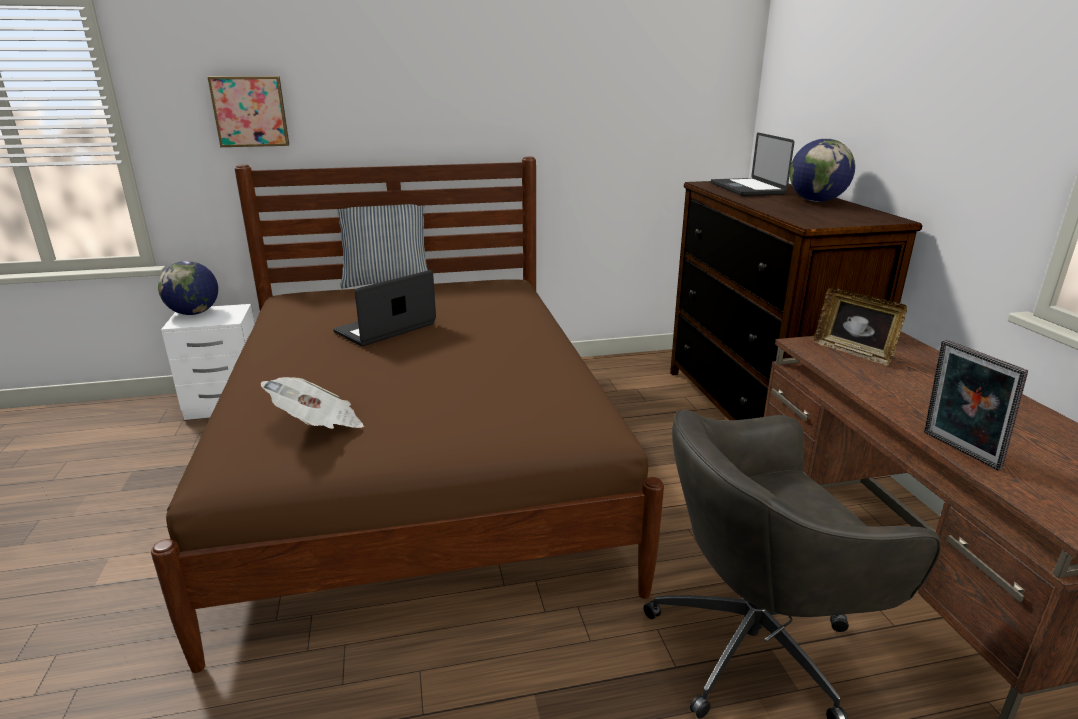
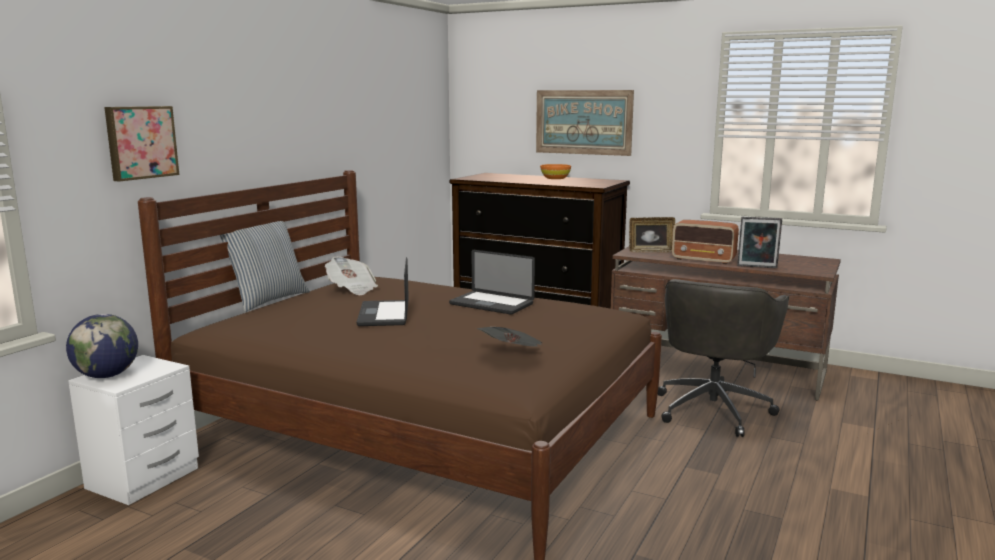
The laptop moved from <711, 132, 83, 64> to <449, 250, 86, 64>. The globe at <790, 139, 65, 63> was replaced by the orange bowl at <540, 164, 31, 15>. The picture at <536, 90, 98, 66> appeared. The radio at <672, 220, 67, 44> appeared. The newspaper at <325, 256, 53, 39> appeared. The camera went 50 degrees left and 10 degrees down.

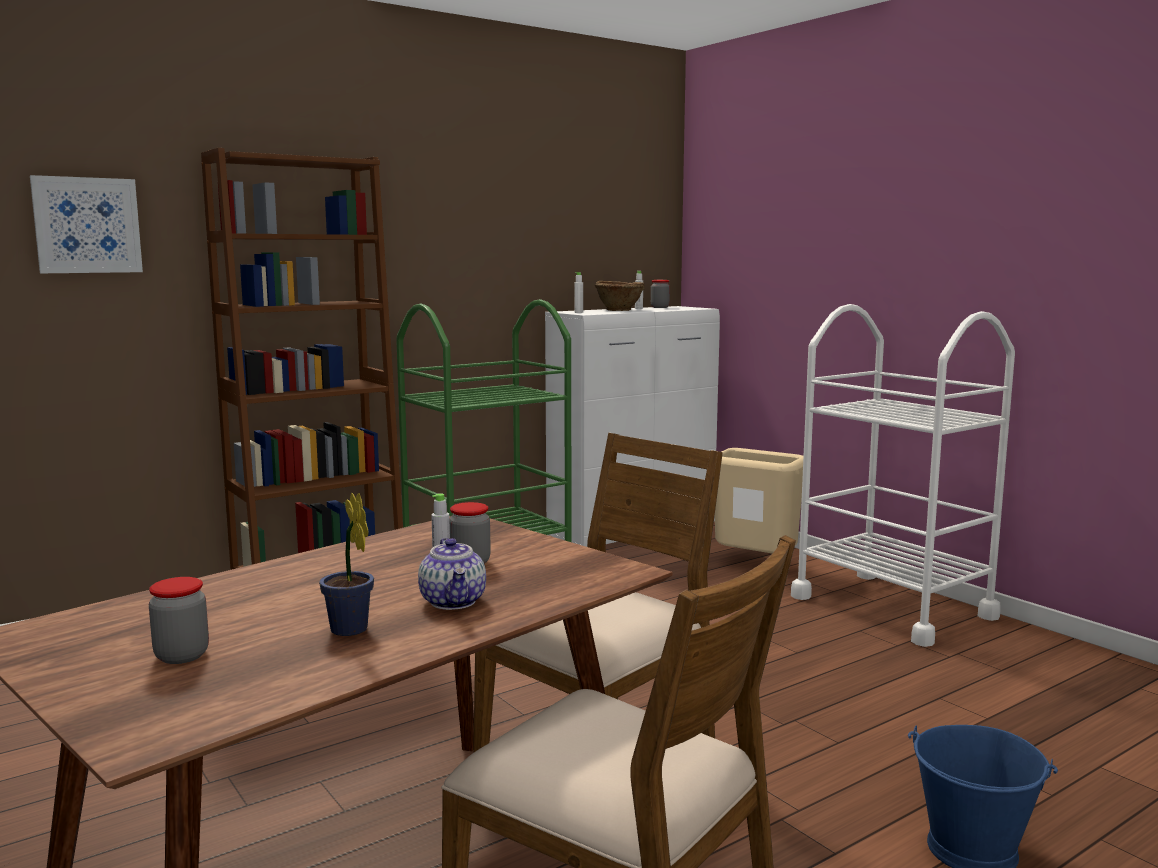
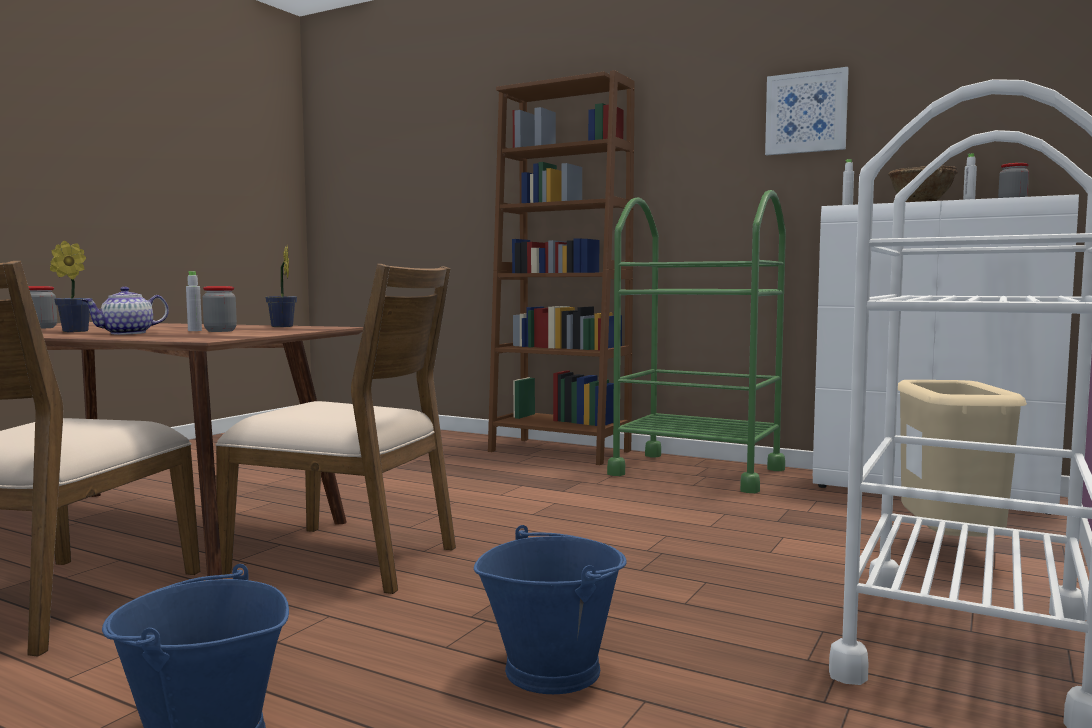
The picture moved from <30, 175, 113, 98> to <765, 67, 84, 88>. The potted plant at <265, 246, 32, 81> appeared. The blue bucket at <474, 525, 153, 169> appeared. The camera went 65 degrees right and 5 degrees down.

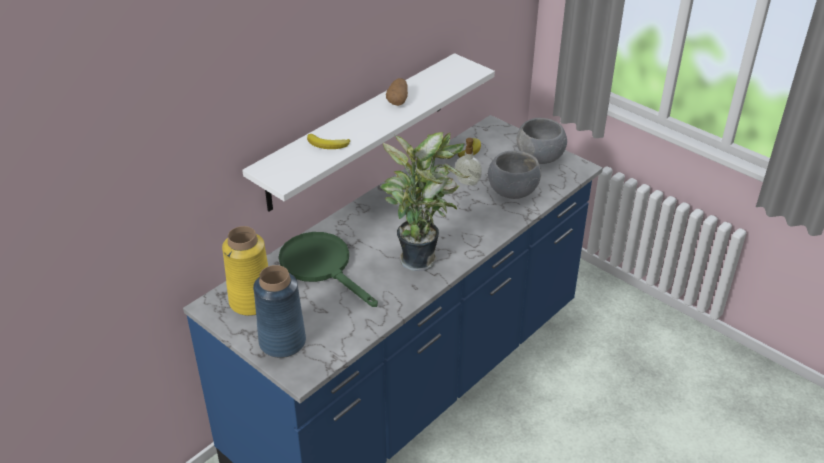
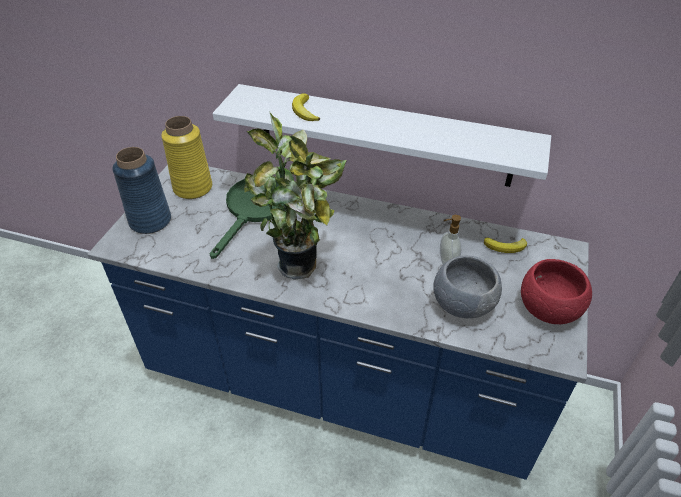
The potato at <386, 78, 22, 28> disappeared. The grey bowl at <516, 118, 51, 46> became the red bowl at <521, 259, 71, 65>. The camera went 65 degrees right and 5 degrees up.

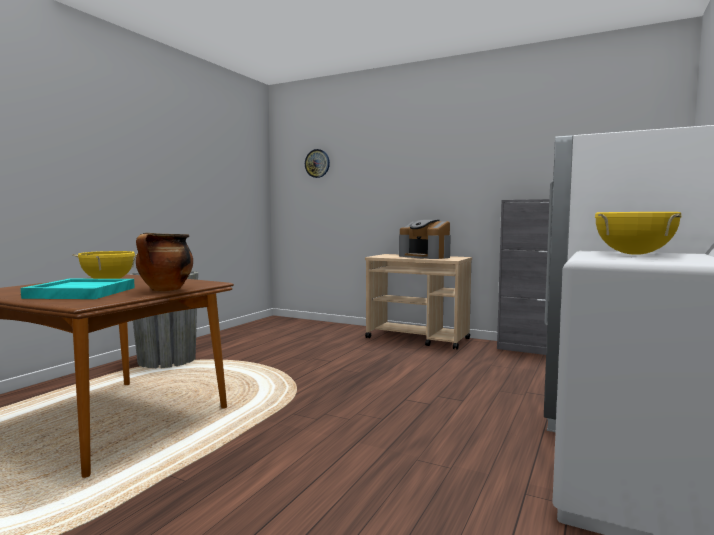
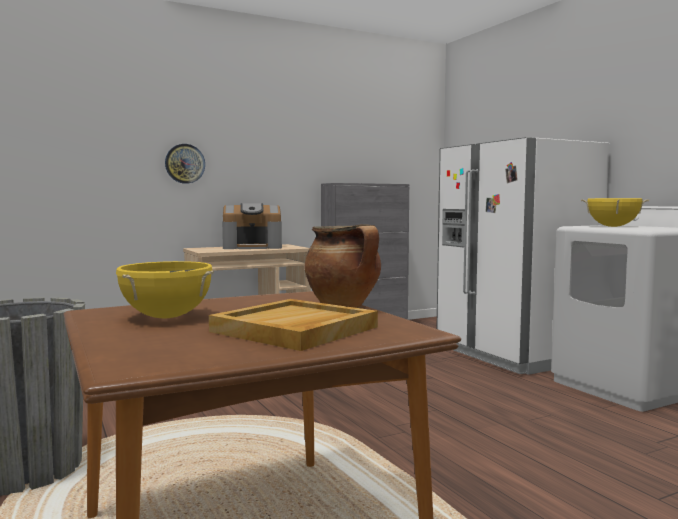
The wall clock moved from <305, 149, 25, 29> to <165, 144, 40, 40>. The turquoise tray at <21, 279, 114, 20> became the beige tray at <209, 299, 169, 52>. The camera went 55 degrees left and 0 degrees up.

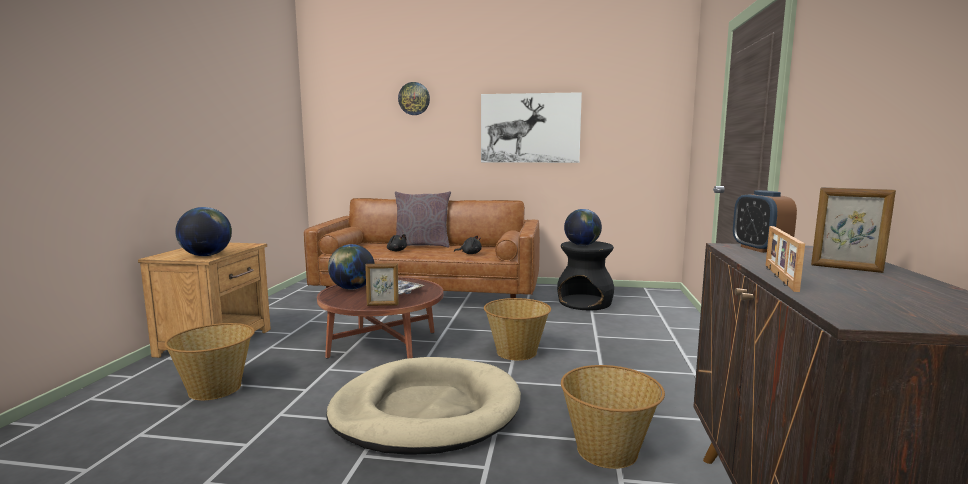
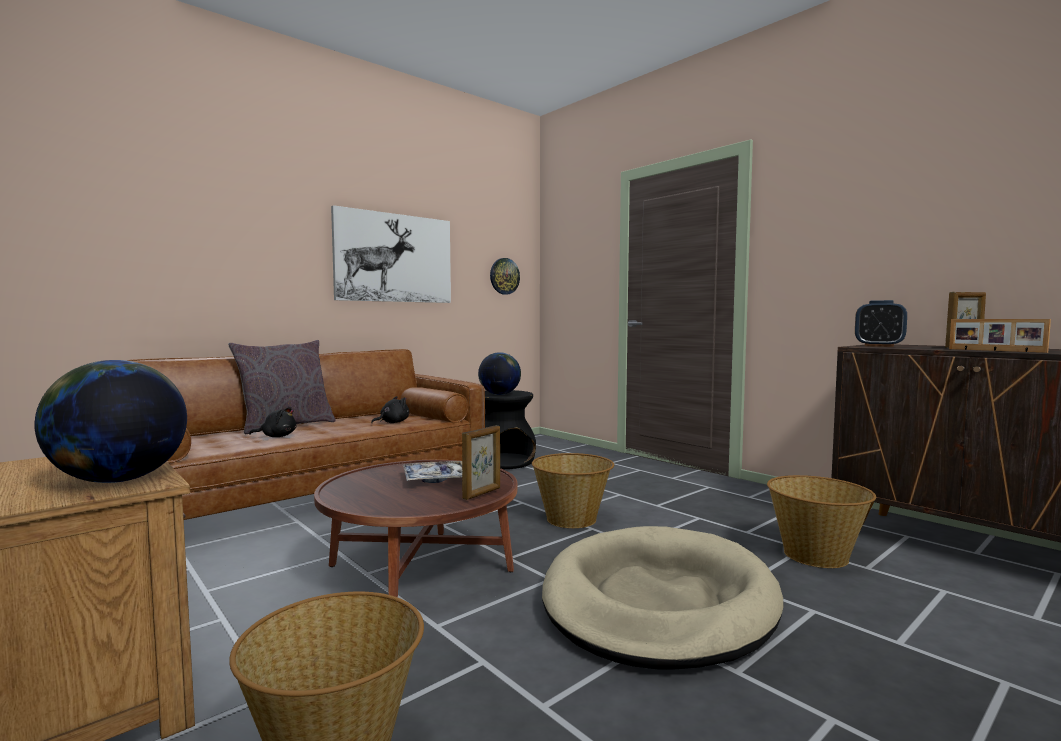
The wall clock moved from <398, 82, 32, 33> to <490, 258, 30, 37>. The globe at <328, 244, 47, 46> disappeared. The camera went 50 degrees left and 5 degrees down.

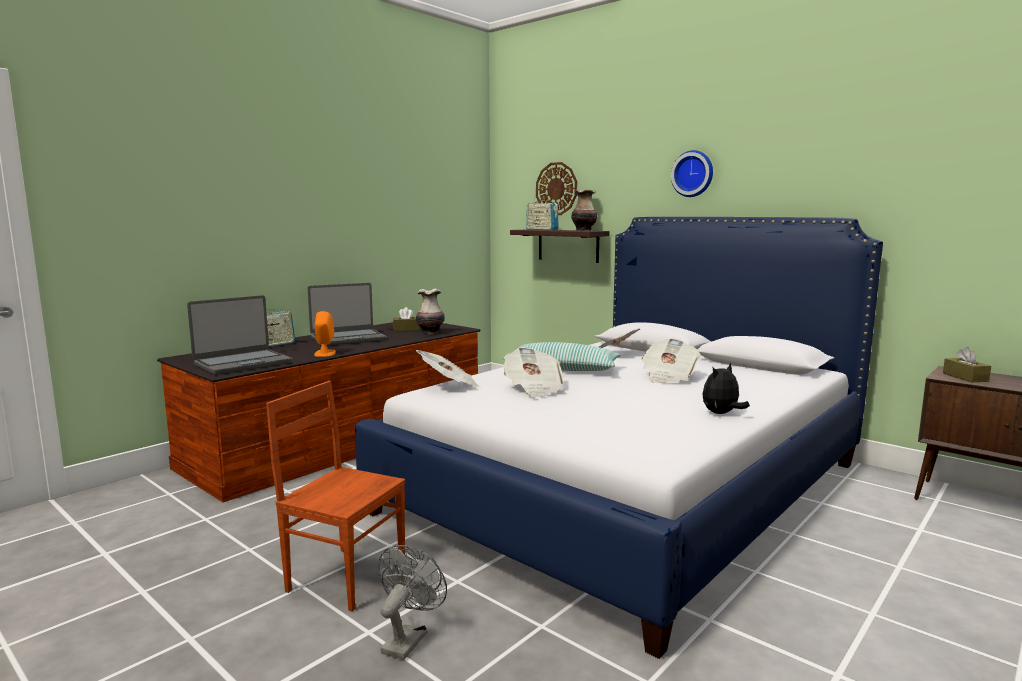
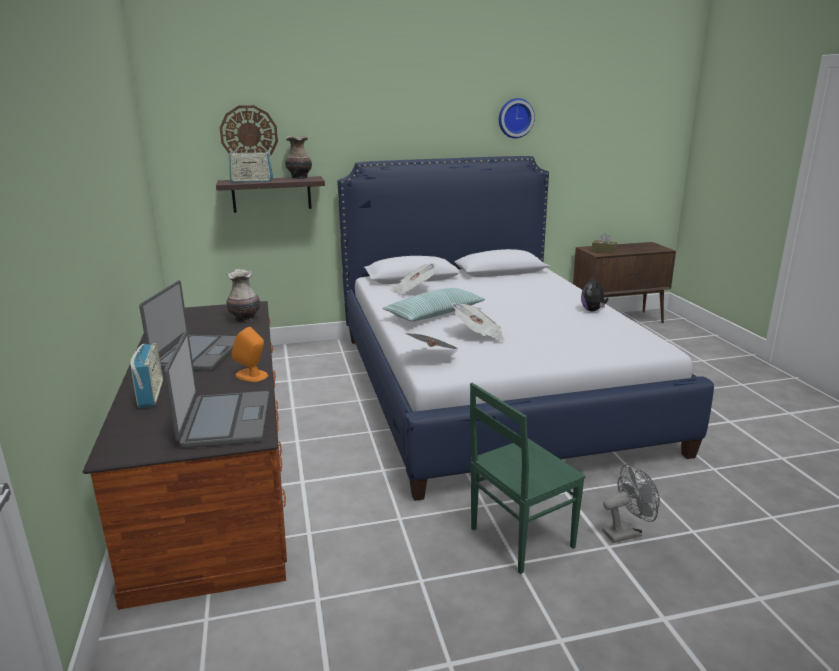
The wall clock moved from <671, 150, 42, 47> to <499, 98, 36, 40>. The brown tissue box at <393, 307, 27, 24> disappeared. The newspaper at <641, 338, 60, 45> disappeared. The brown chair at <266, 381, 140, 231> became the green chair at <470, 383, 116, 191>. The grey fan at <378, 545, 69, 115> turned 105 degrees clockwise. The camera went 55 degrees left and 10 degrees up.

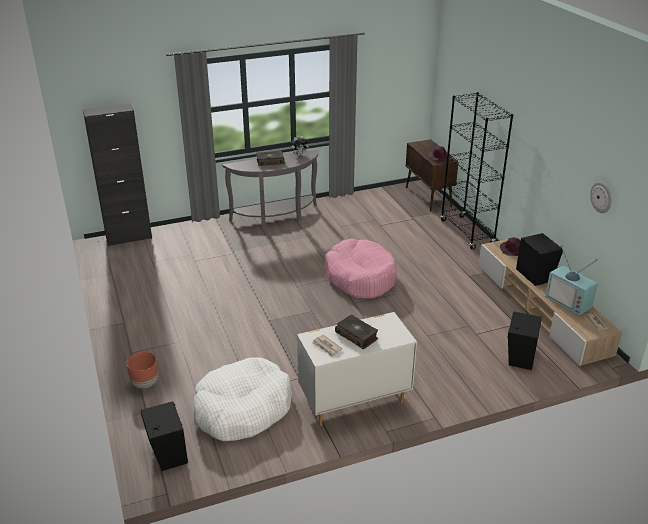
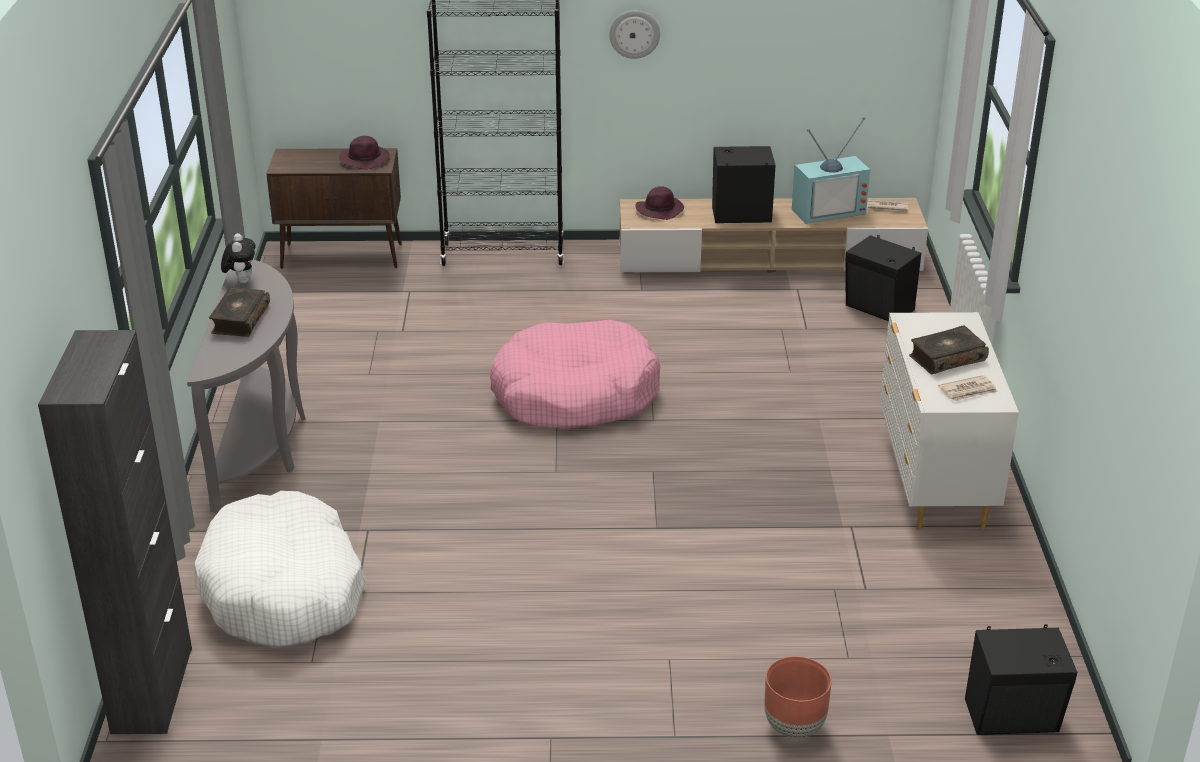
The wall clock moved from <590, 182, 22, 31> to <609, 11, 51, 48>. The white dog bed moved from <194, 357, 98, 84> to <194, 491, 172, 157>. The camera went 70 degrees left and 0 degrees up.

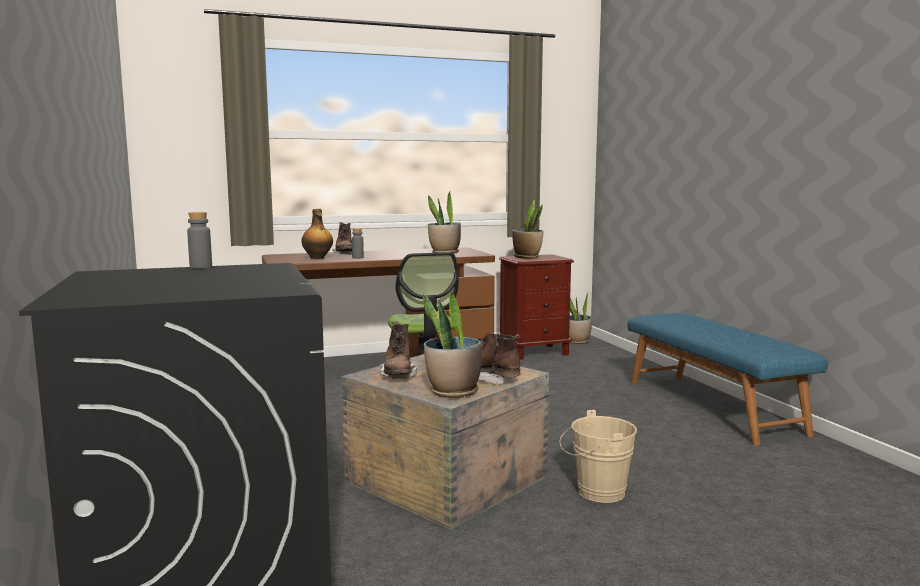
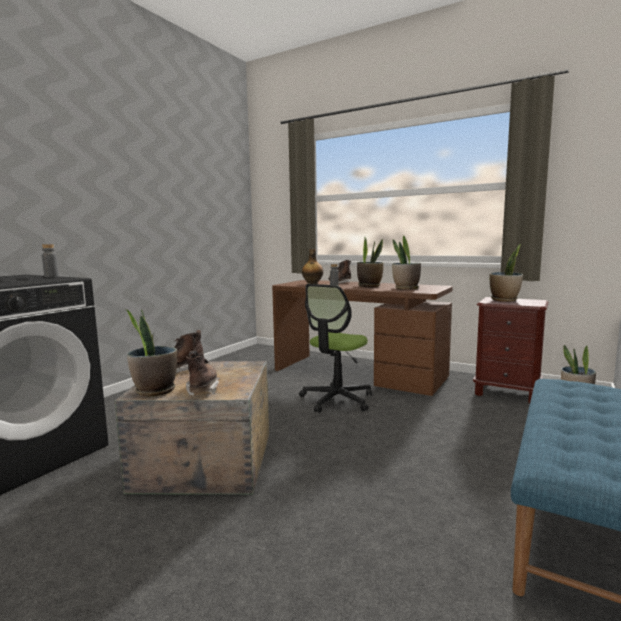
The beige bucket at <560, 410, 77, 93> disappeared. The potted plant at <357, 237, 27, 50> appeared. The camera went 50 degrees right and 0 degrees up.

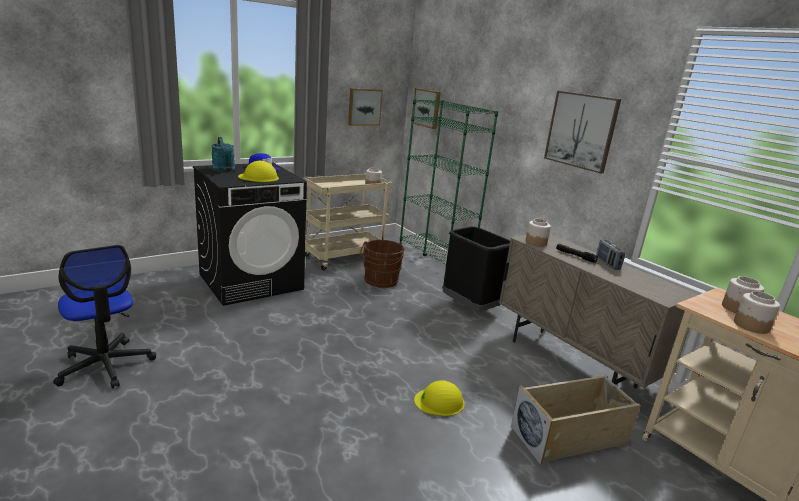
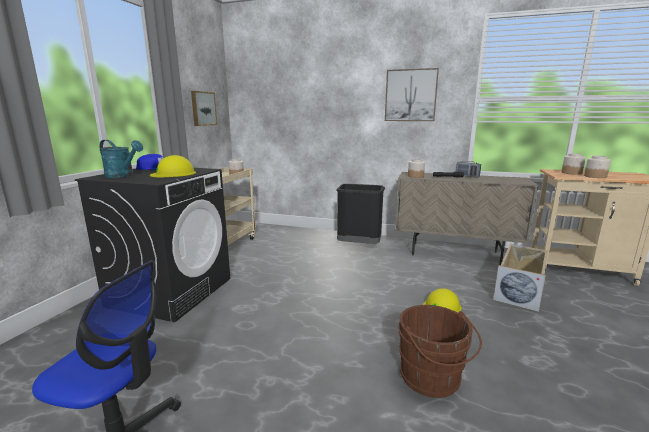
The picture at <413, 88, 28, 41> disappeared. The green bookcase at <400, 99, 98, 188> disappeared. The brown bucket moved from <360, 240, 45, 48> to <399, 305, 83, 93>. The camera went 35 degrees left and 5 degrees down.

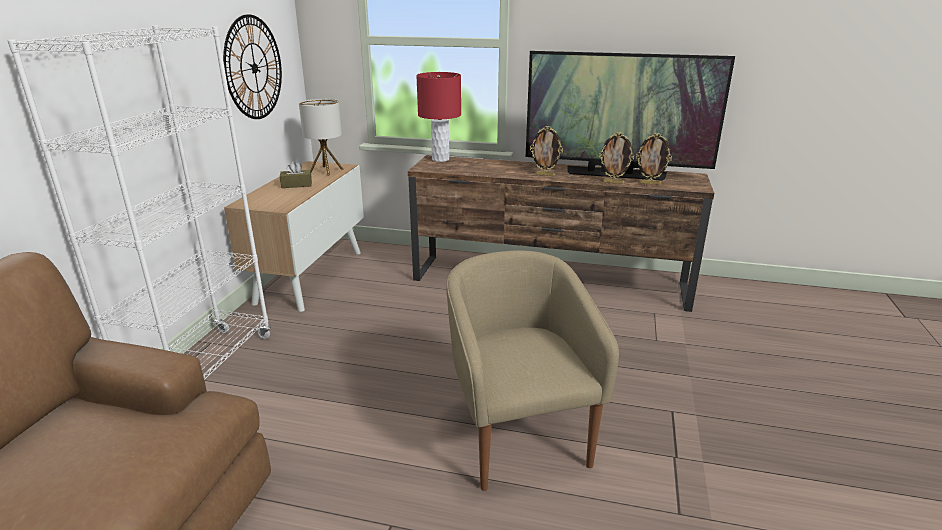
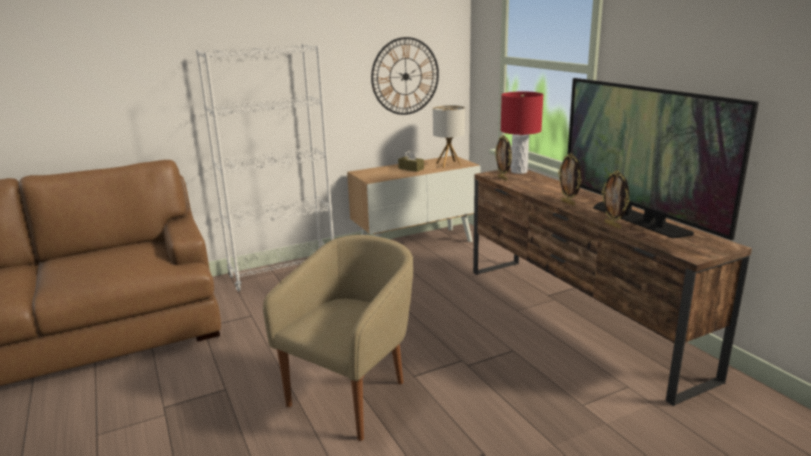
The picture frame moved from <636, 133, 36, 52> to <495, 135, 17, 46>. The camera went 50 degrees right and 5 degrees down.

